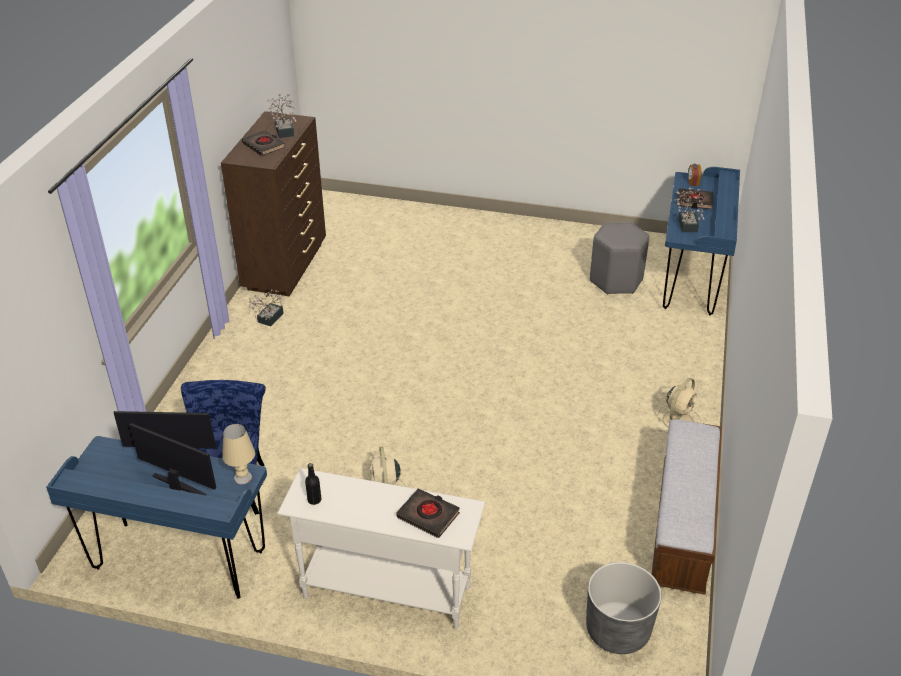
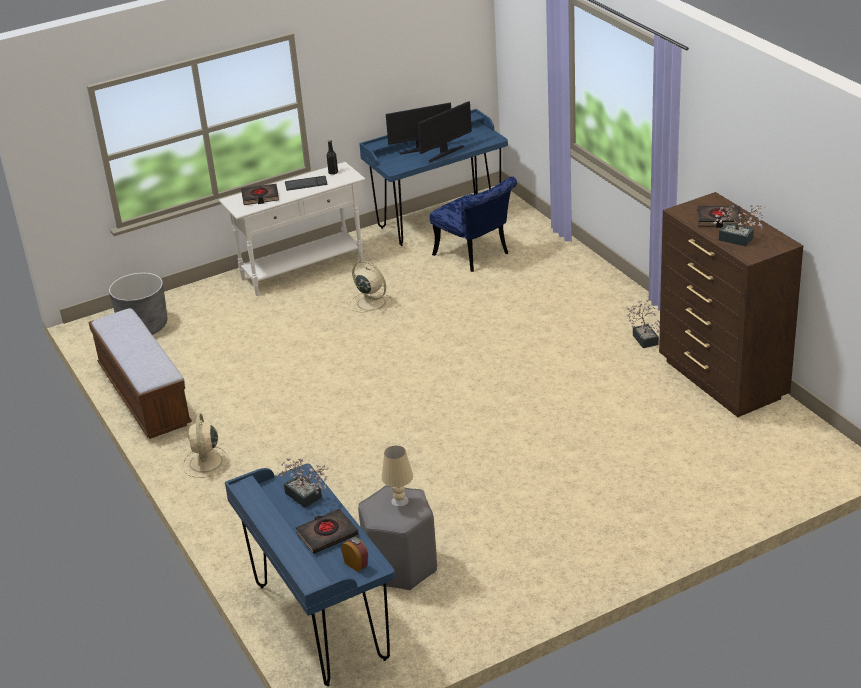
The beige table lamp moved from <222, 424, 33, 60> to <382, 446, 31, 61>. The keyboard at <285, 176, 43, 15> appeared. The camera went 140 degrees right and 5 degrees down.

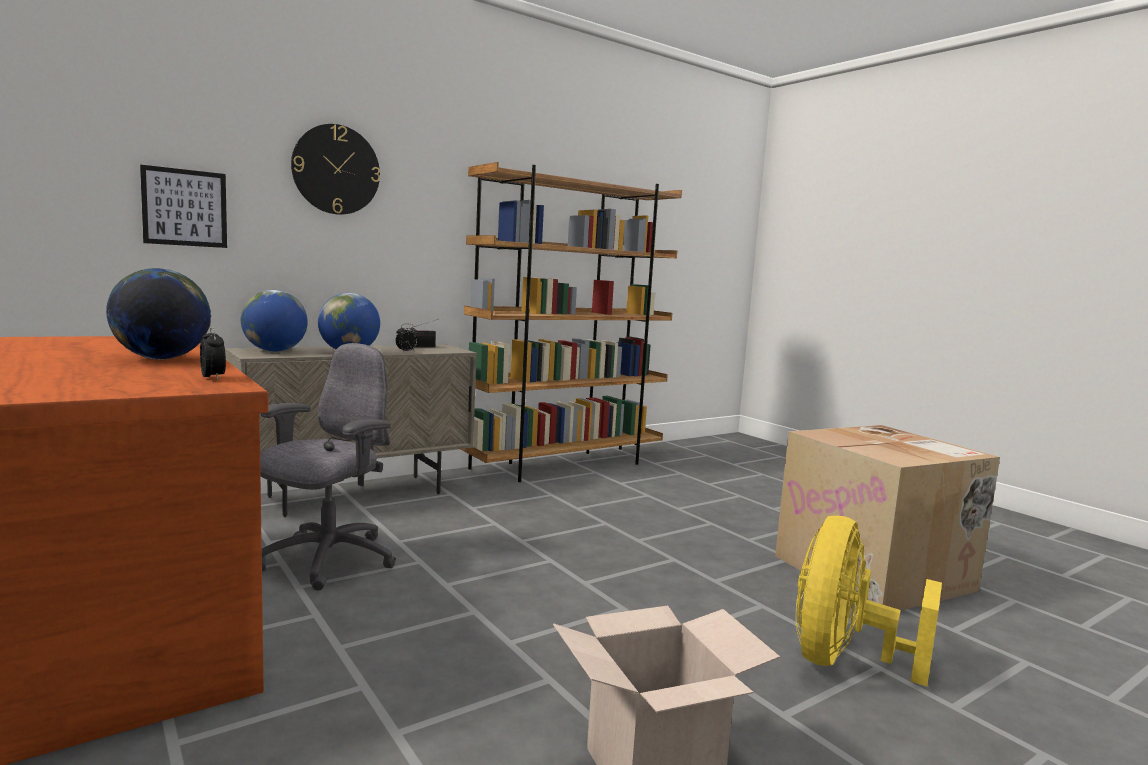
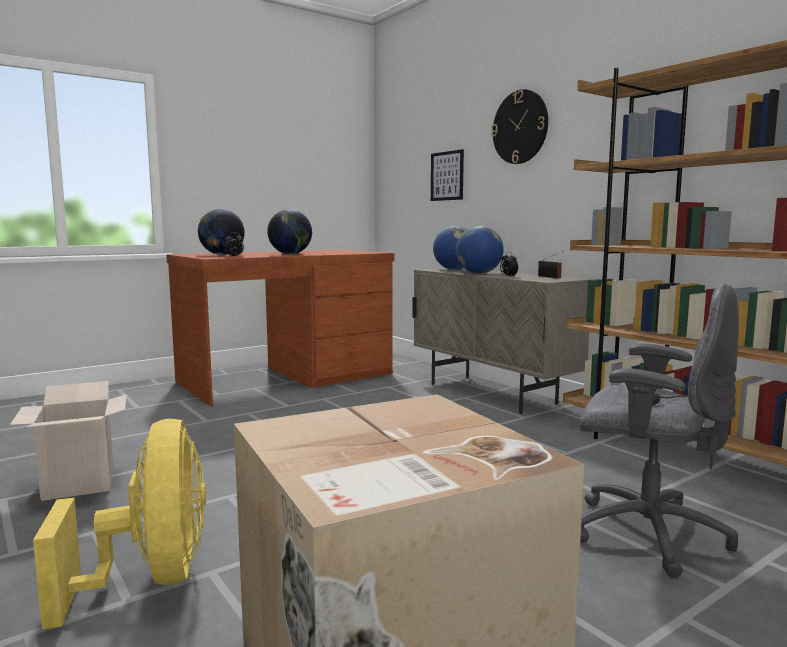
The grey office chair moved from <260, 343, 136, 247> to <580, 283, 159, 295>. The yellow fan at <796, 516, 146, 170> turned 45 degrees clockwise. The globe at <198, 209, 47, 46> appeared. The camera went 90 degrees right and 0 degrees up.

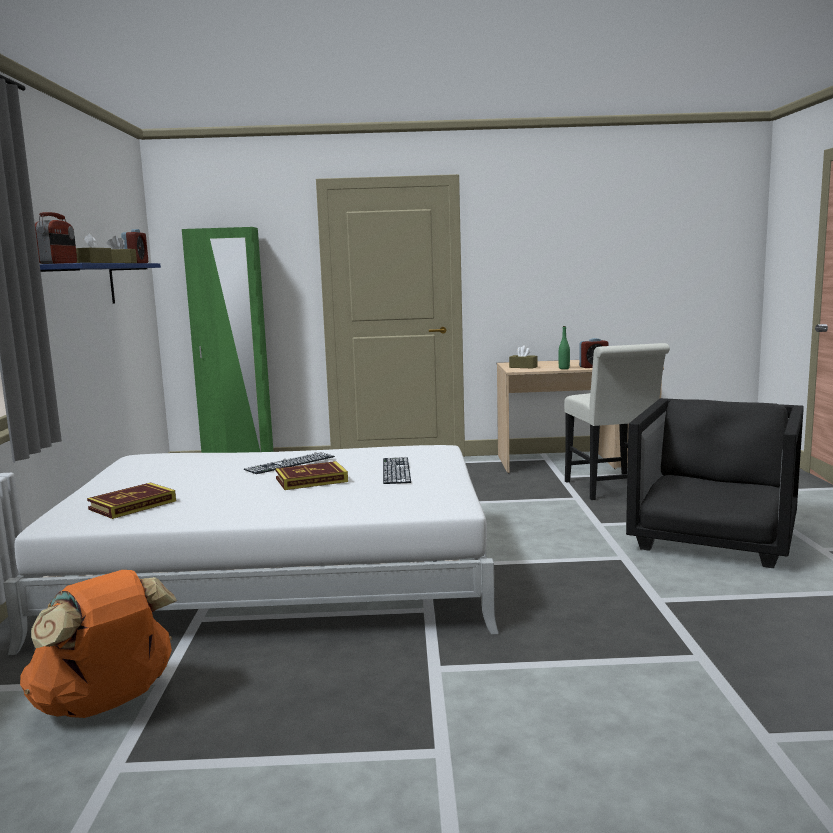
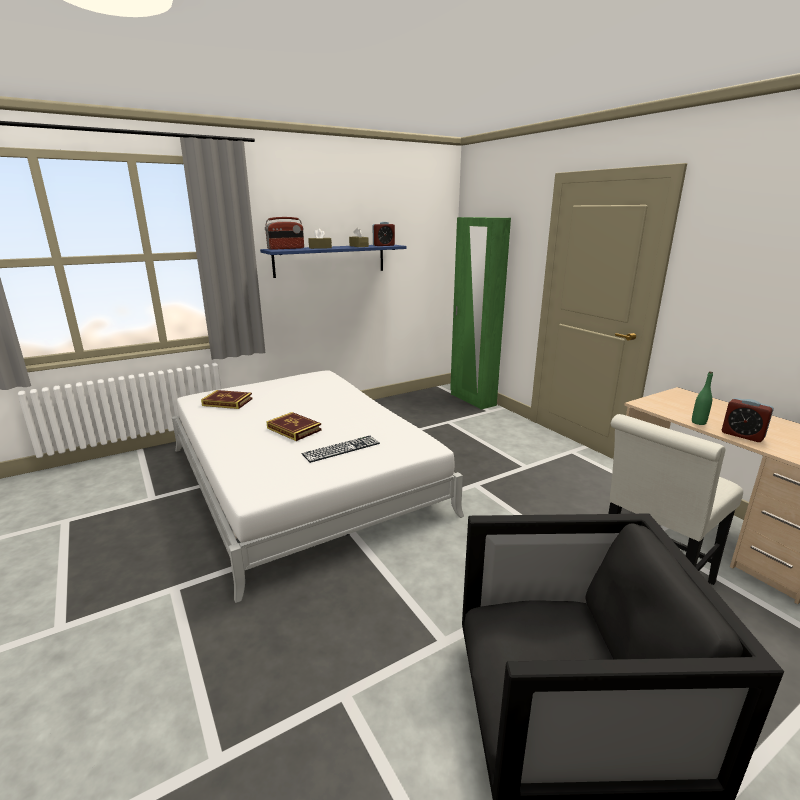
The brown tissue box at <509, 345, 29, 23> disappeared. The keyboard at <244, 452, 91, 22> disappeared. The orange backpack at <20, 570, 157, 148> disappeared. The camera went 60 degrees right and 10 degrees up.

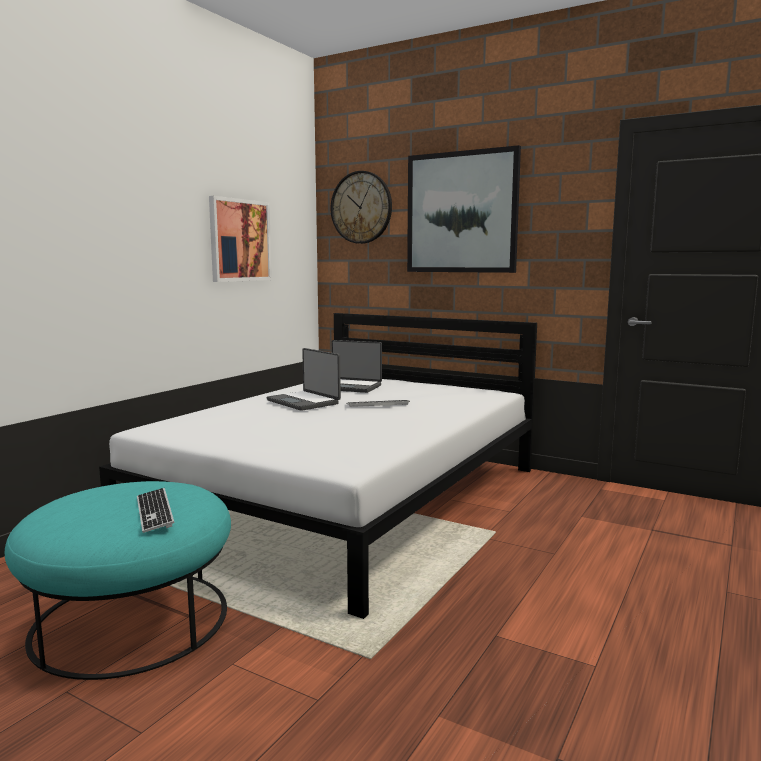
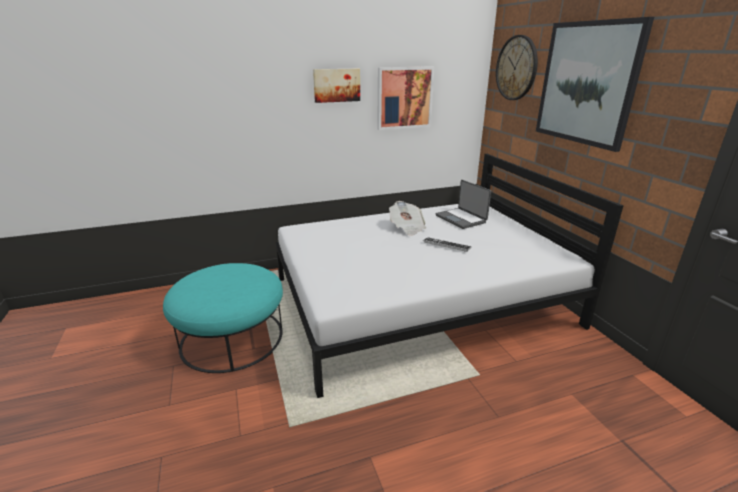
The laptop at <267, 348, 74, 63> was replaced by the newspaper at <389, 201, 37, 35>. The keyboard at <137, 488, 38, 45> disappeared. The picture at <313, 69, 47, 34> appeared. The camera went 40 degrees right and 15 degrees up.

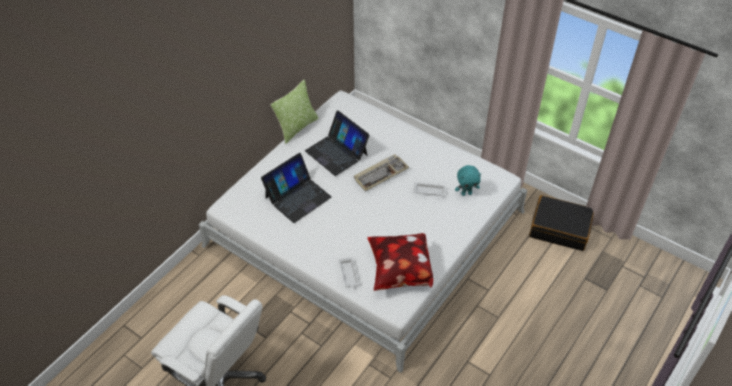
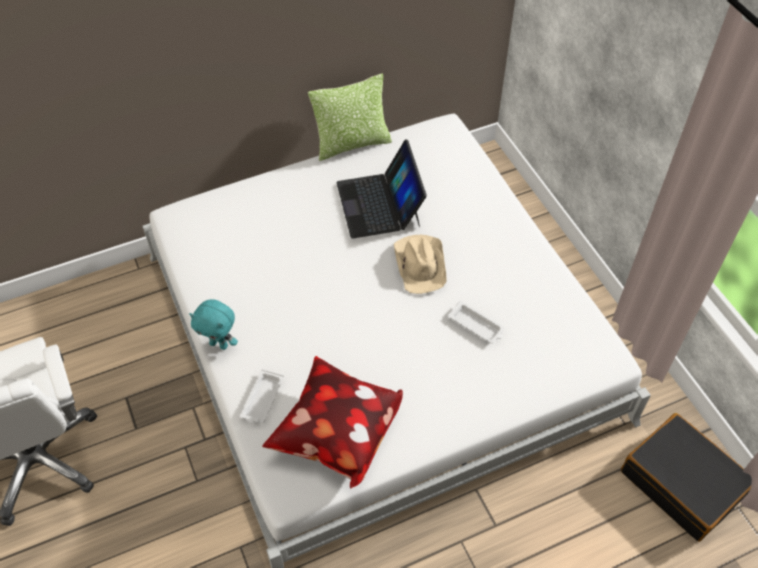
The laptop at <261, 153, 71, 70> disappeared. The keyboard at <354, 154, 55, 37> was replaced by the beige hat at <394, 235, 52, 59>. The turquoise plush toy moved from <455, 165, 26, 31> to <189, 299, 49, 51>. The camera went 30 degrees right and 5 degrees up.

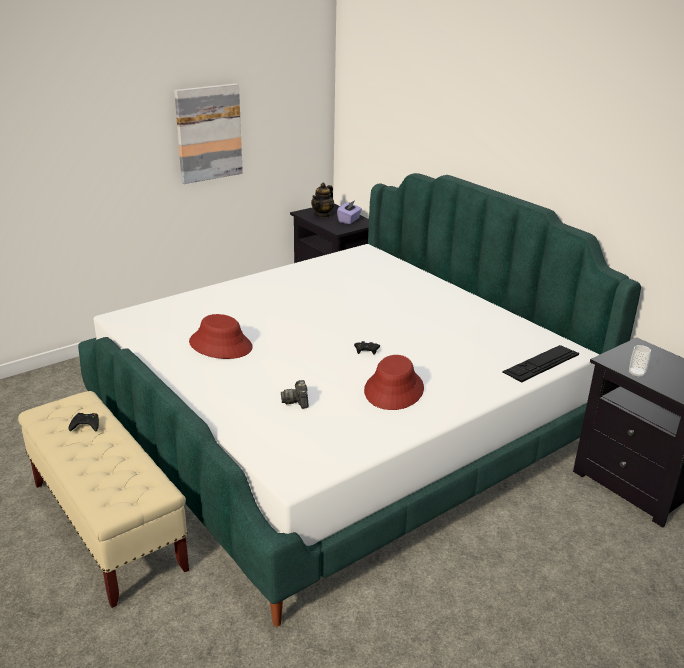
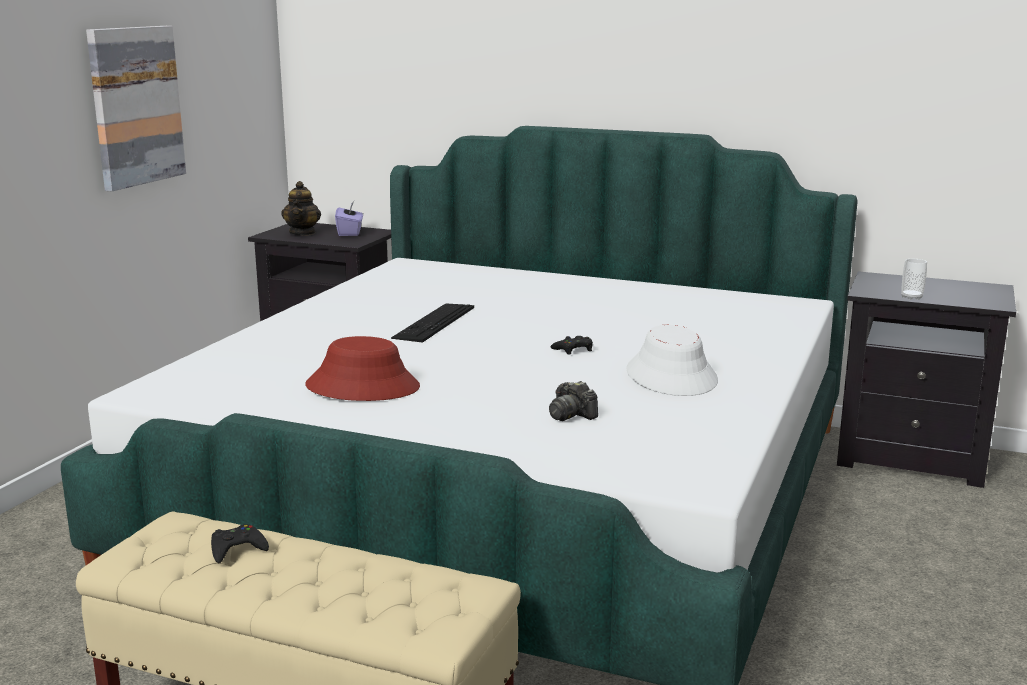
The keyboard moved from <502, 345, 77, 38> to <391, 304, 83, 39>. The red hat at <364, 355, 60, 55> became the white hat at <626, 324, 92, 72>. The camera went 30 degrees left and 10 degrees down.

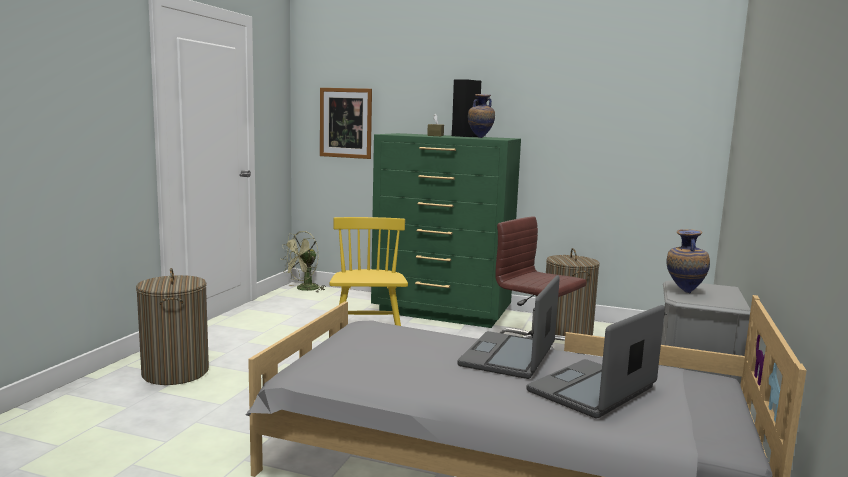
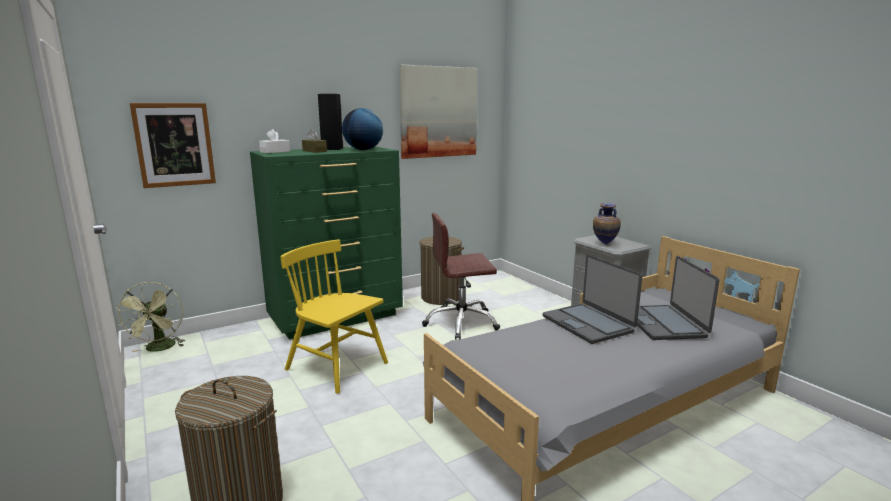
The vase at <468, 94, 27, 44> was replaced by the globe at <342, 108, 41, 42>. The picture at <399, 65, 78, 94> appeared. The white tissue box at <259, 129, 31, 24> appeared. The camera went 50 degrees left and 5 degrees up.

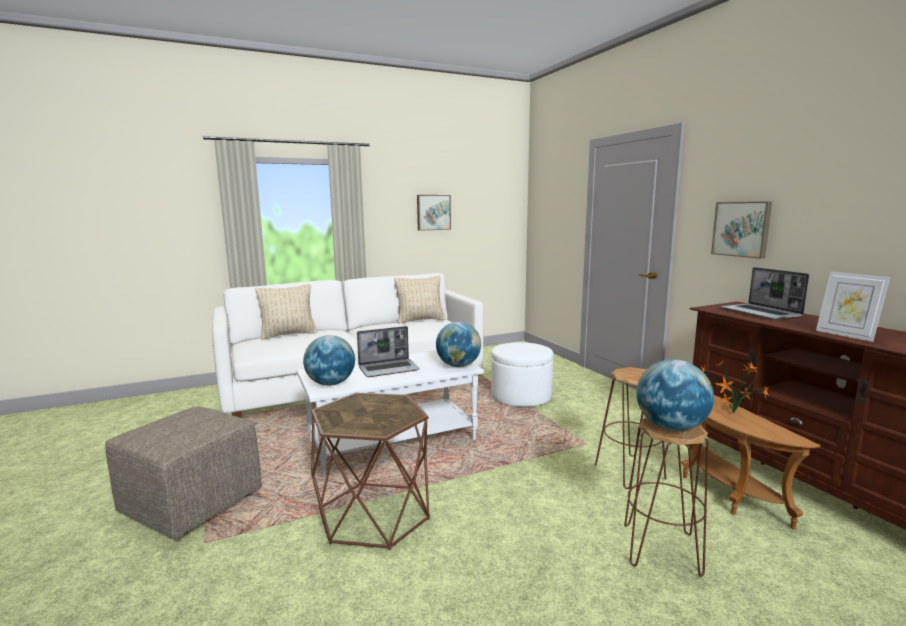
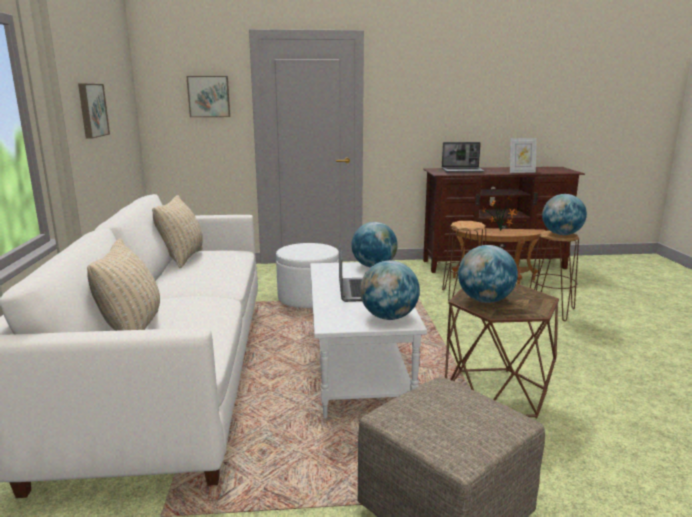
The picture moved from <711, 202, 61, 57> to <186, 76, 44, 41>. The globe at <458, 245, 60, 58> appeared. The camera went 70 degrees left and 5 degrees up.

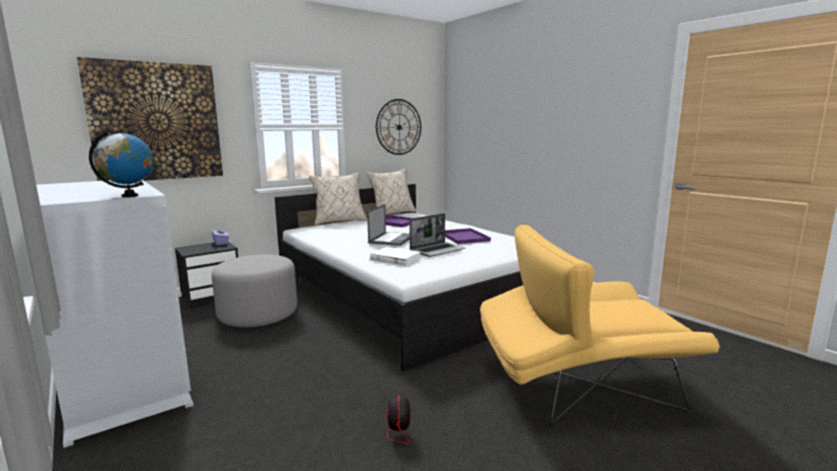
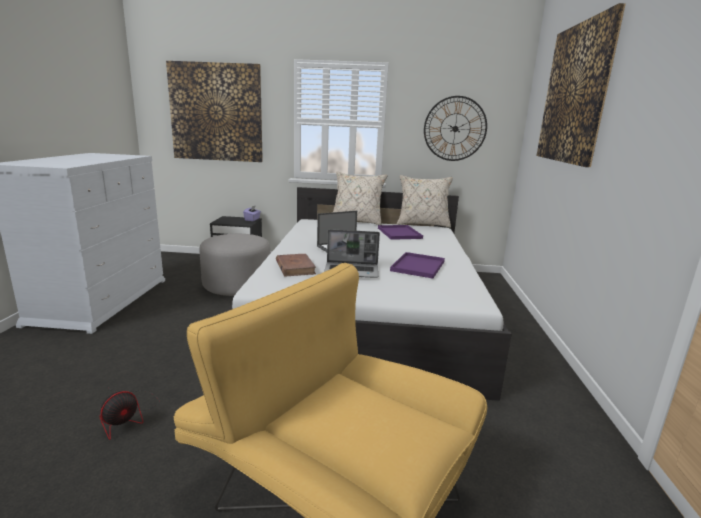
The globe at <89, 131, 64, 66> disappeared. The white book at <370, 247, 51, 19> became the brown book at <276, 254, 40, 23>. The picture at <536, 3, 90, 164> appeared. The camera went 40 degrees right and 5 degrees up.

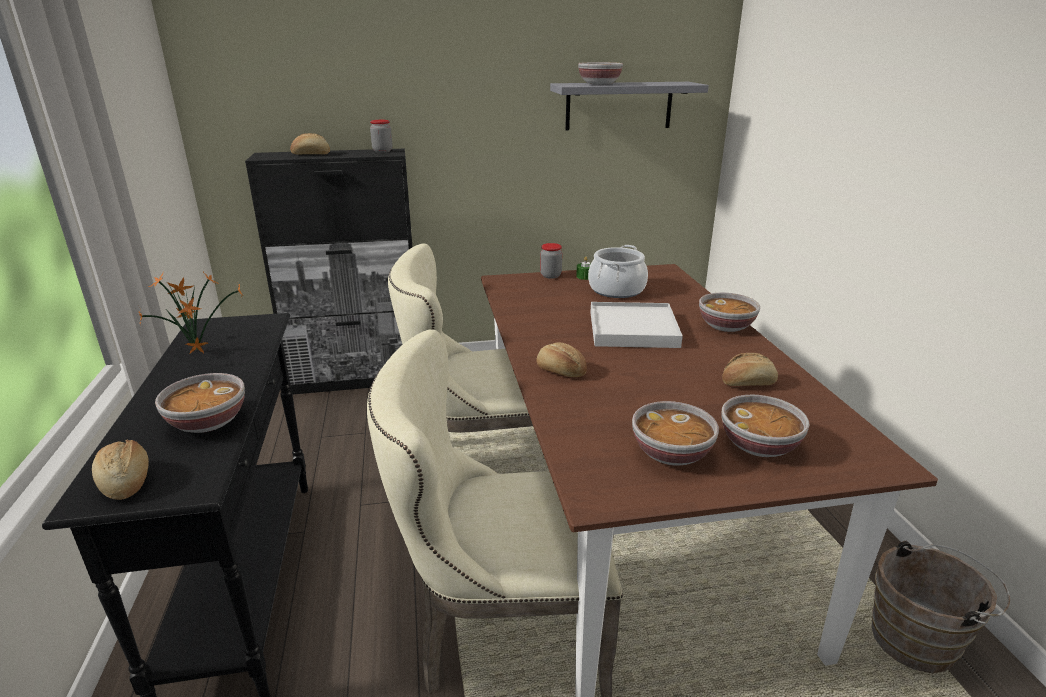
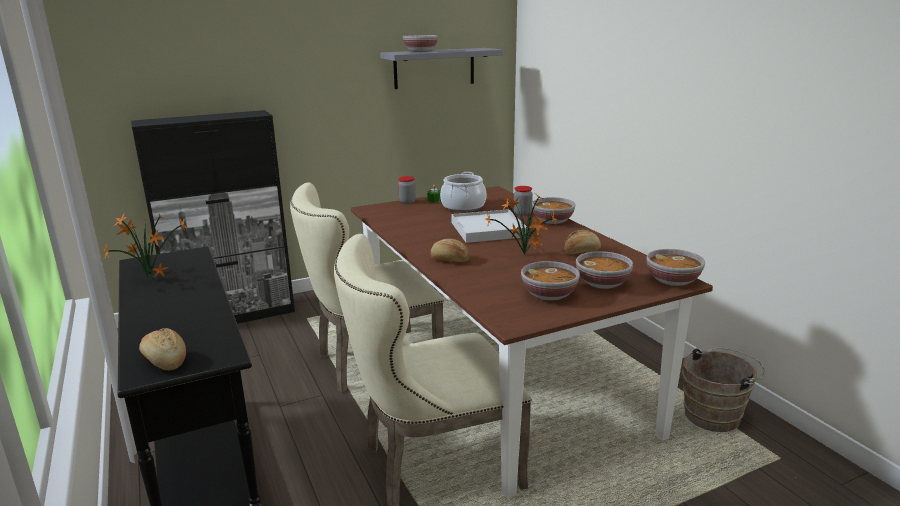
The jar moved from <370, 120, 22, 33> to <513, 186, 20, 30>. The bread at <290, 133, 40, 21> disappeared. The bowl moved from <155, 373, 90, 60> to <647, 249, 58, 37>. The potted plant at <486, 194, 71, 60> appeared. The camera went 15 degrees left and 5 degrees down.

